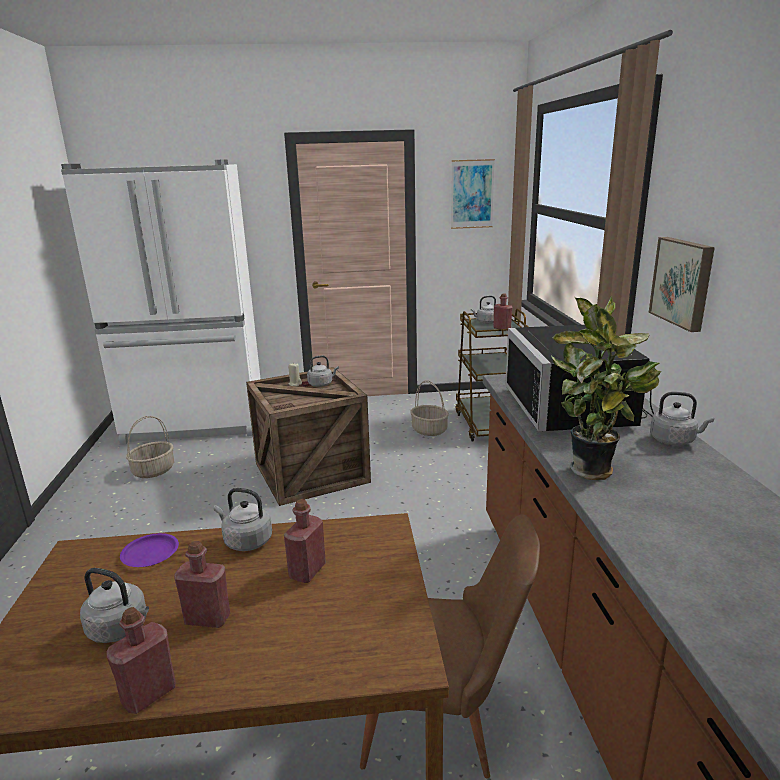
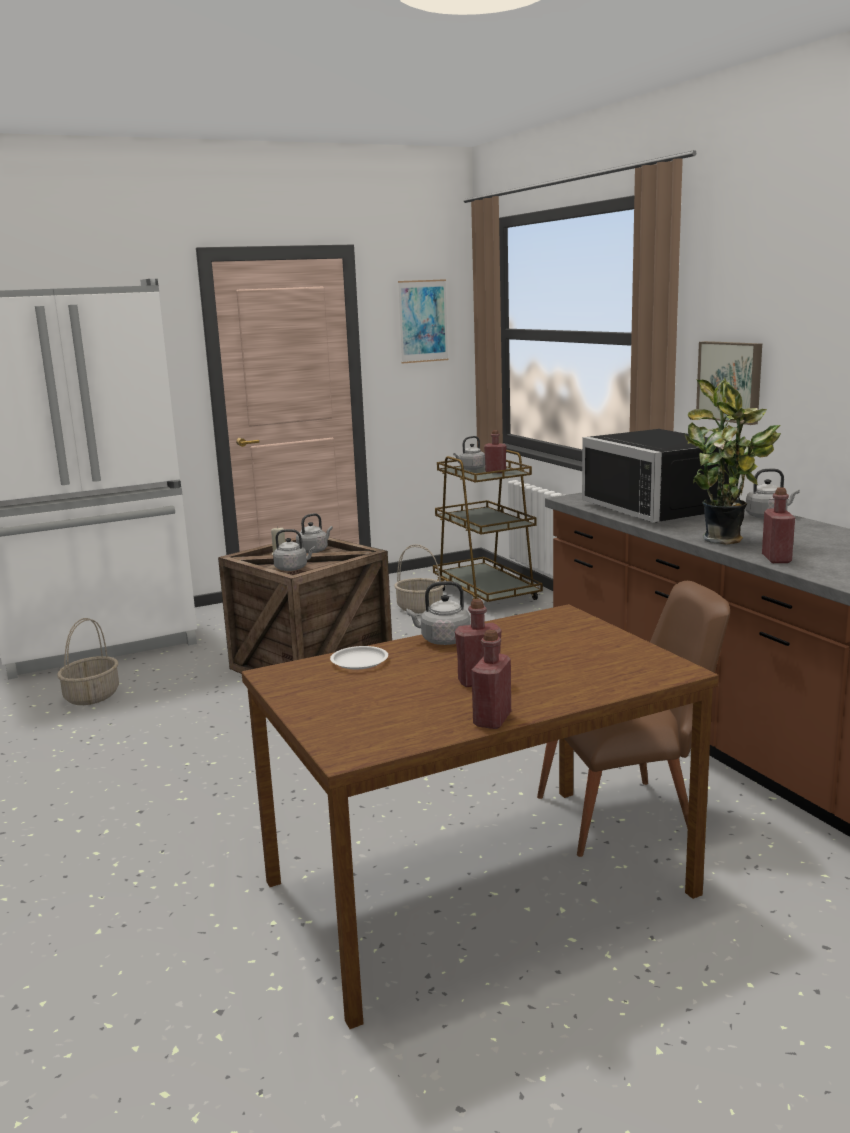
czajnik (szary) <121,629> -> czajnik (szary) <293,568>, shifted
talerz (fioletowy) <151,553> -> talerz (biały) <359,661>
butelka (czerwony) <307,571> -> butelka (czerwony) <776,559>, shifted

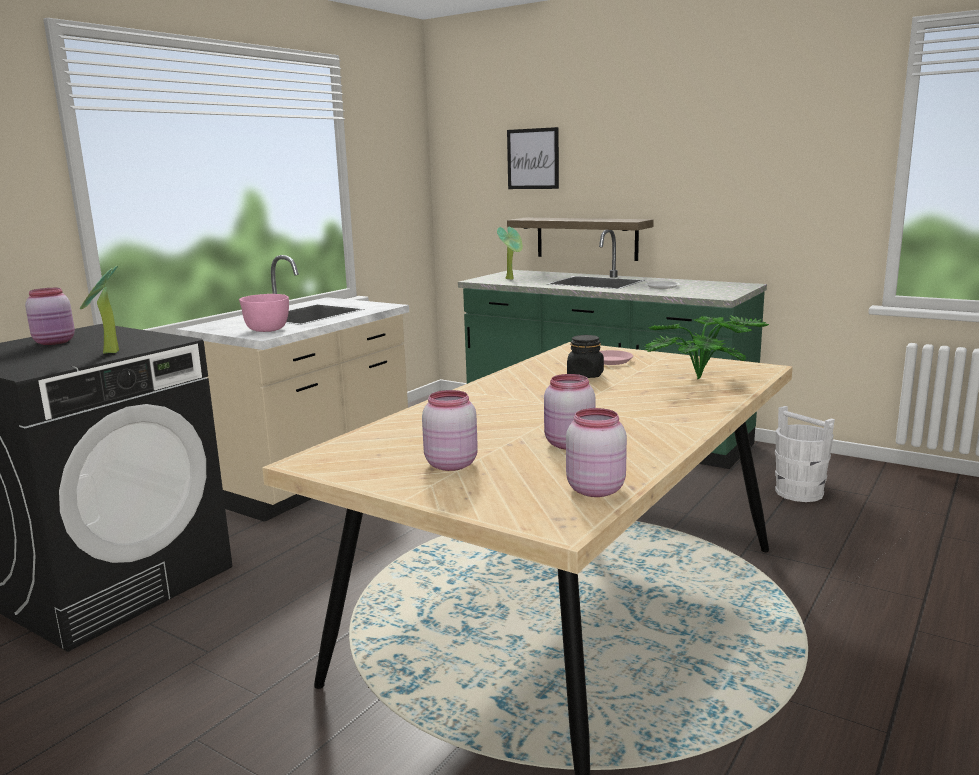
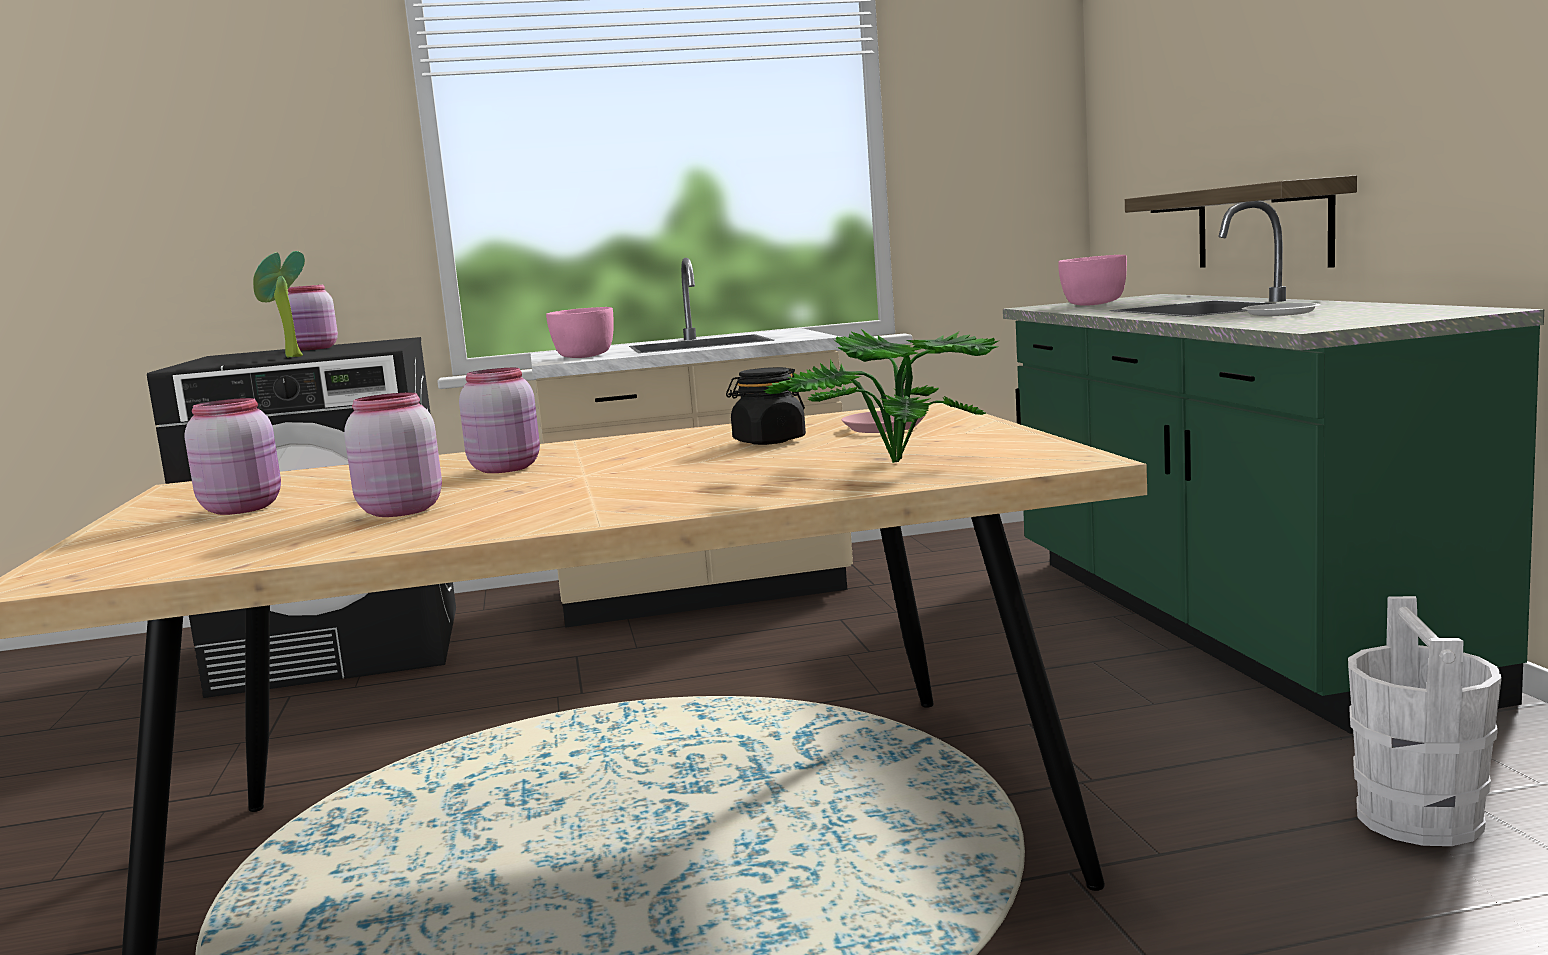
roślina doniczkowa <511,279> -> miska (różowy) <1092,304>
obraz <533,159> -> none
słoik (różowy) <594,489> -> słoik (różowy) <506,468>, shifted

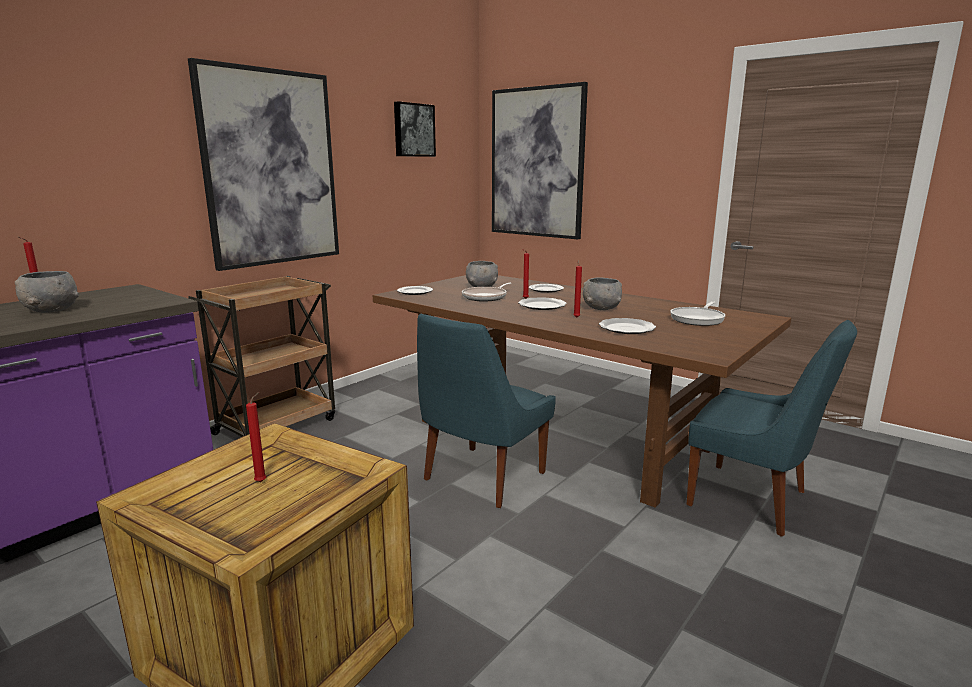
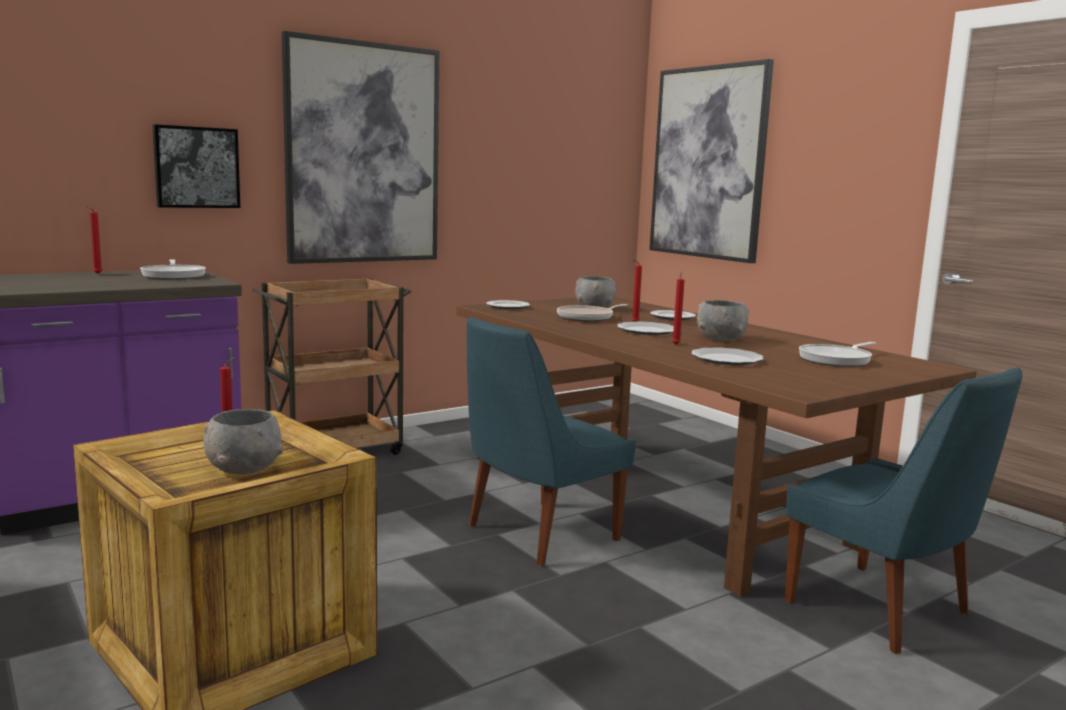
miska (szary) <50,310> -> miska (szary) <243,469>, shifted
obraz <413,130> -> obraz <196,167>, shifted
none -> patelnia <174,275>

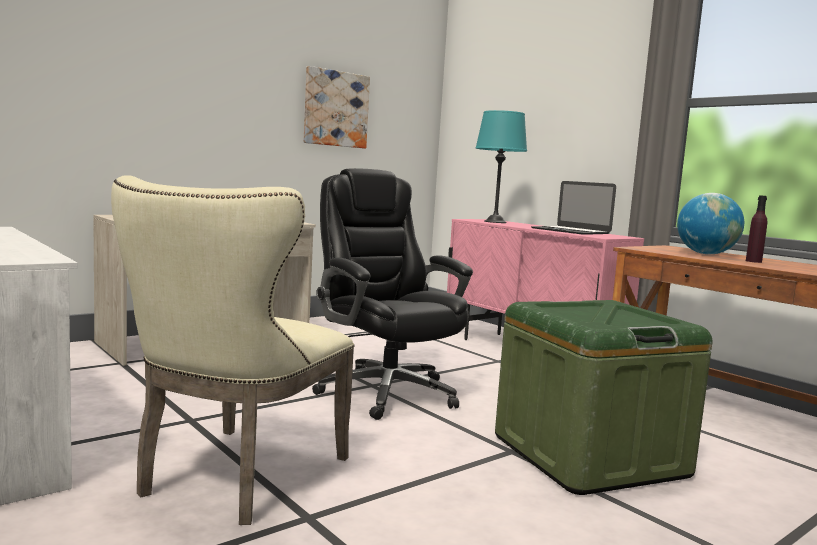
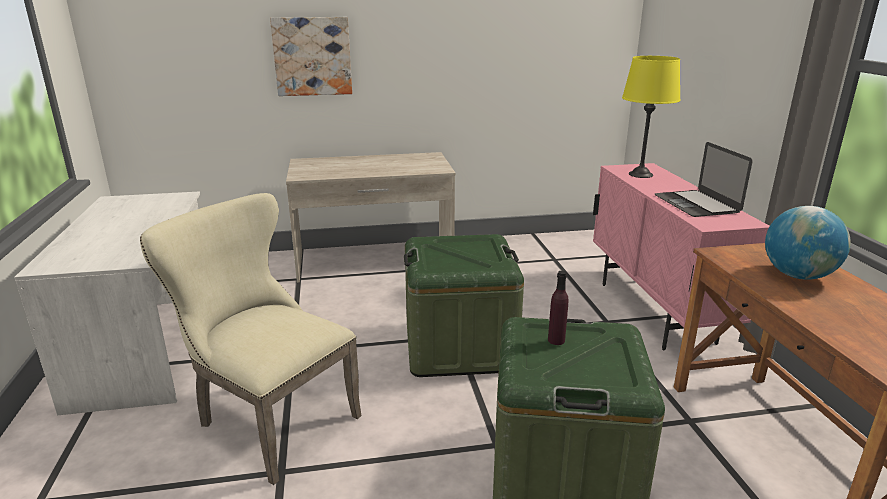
krzesło (beżowy) <235,479> -> krzesło (beżowy) <269,420>, 75 degrees clockwise
obraz <335,109> -> obraz <312,56>, shifted
krzesło biurowe (czarny) <386,392> -> pojemnik do przechowywania (zielony) <459,347>
lampa stołowa (turkusowy) <495,222> -> lampa stołowa (żółty) <640,174>
butelka (fioletowy) <753,261> -> butelka (fioletowy) <556,340>, shifted

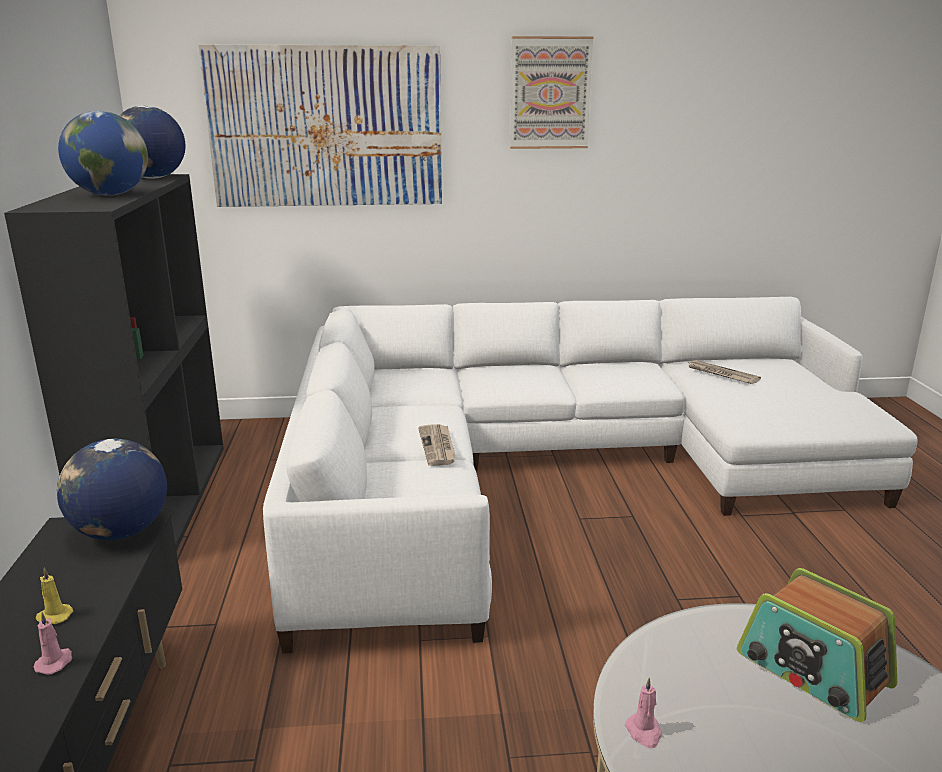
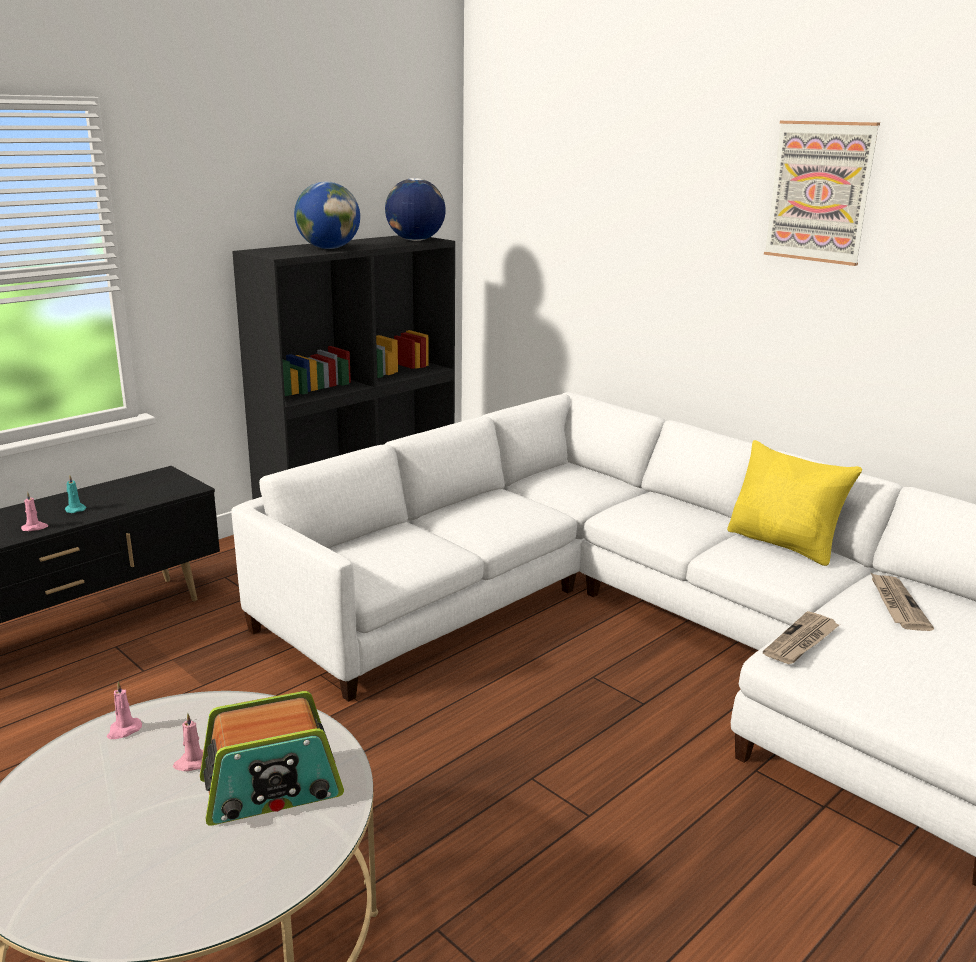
świeca (żółty) <53,616> -> świeca (turkusowy) <75,509>
globus <120,532> -> none
obraz <326,127> -> none
gazeta <438,447> -> gazeta <801,641>, shifted
radio <812,670> -> radio <272,789>, 120 degrees counterclockwise
none -> świeca (różowy) <192,763>
none -> poduszka (żółty) <784,544>

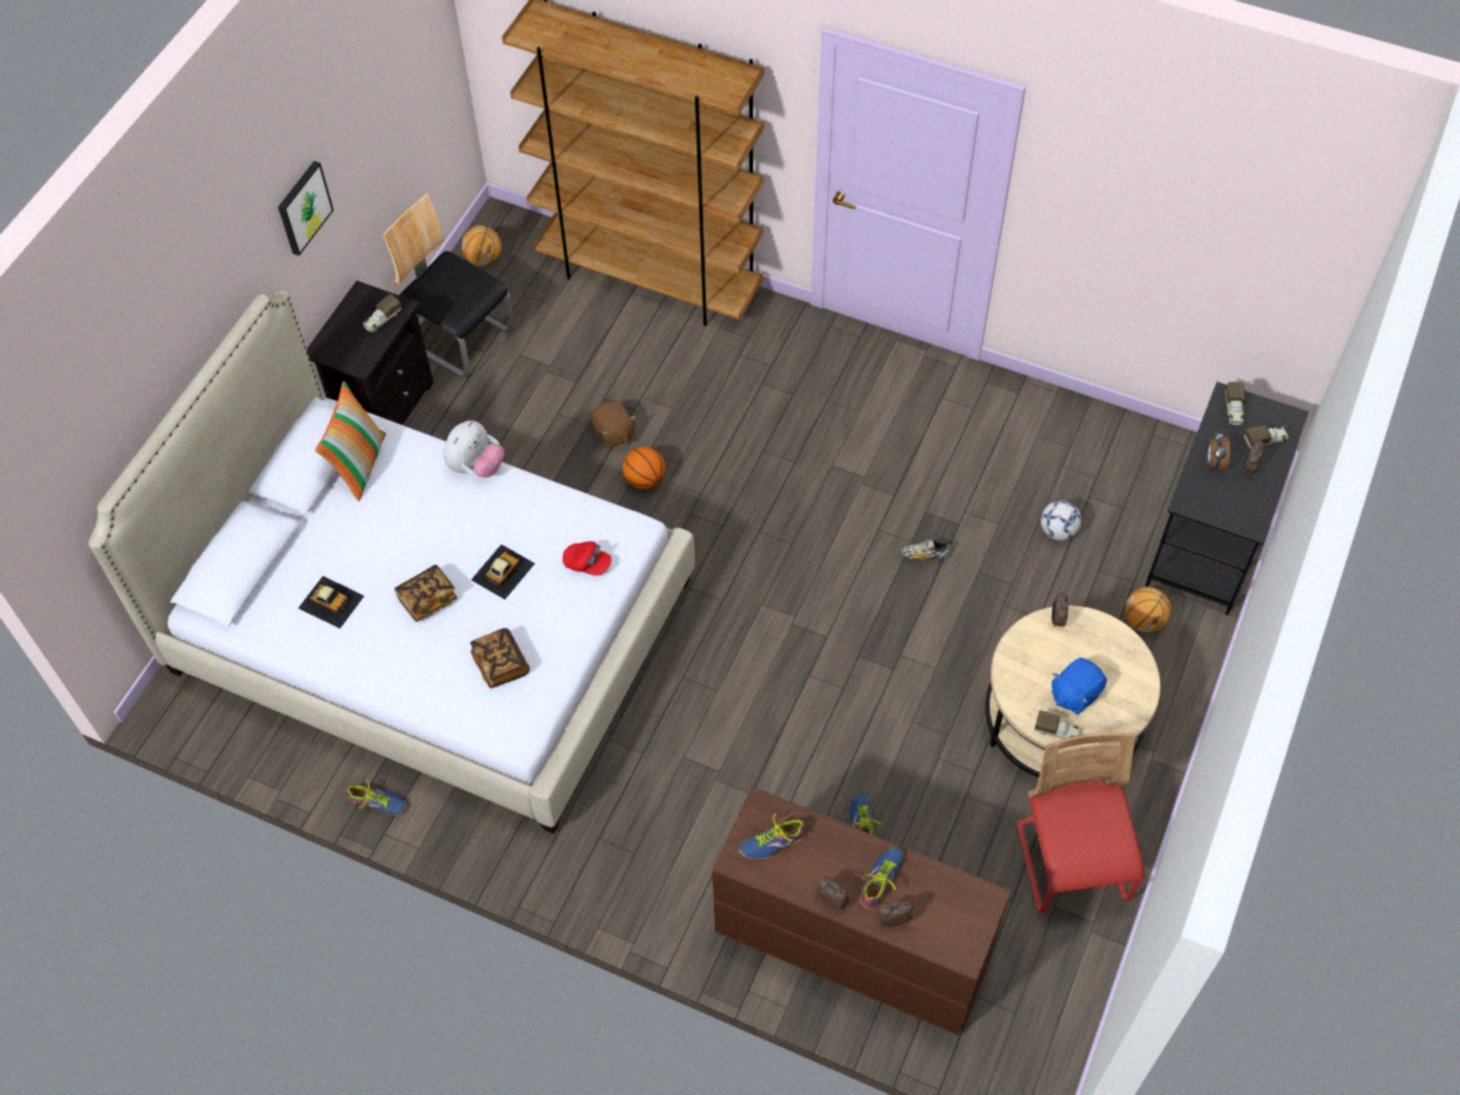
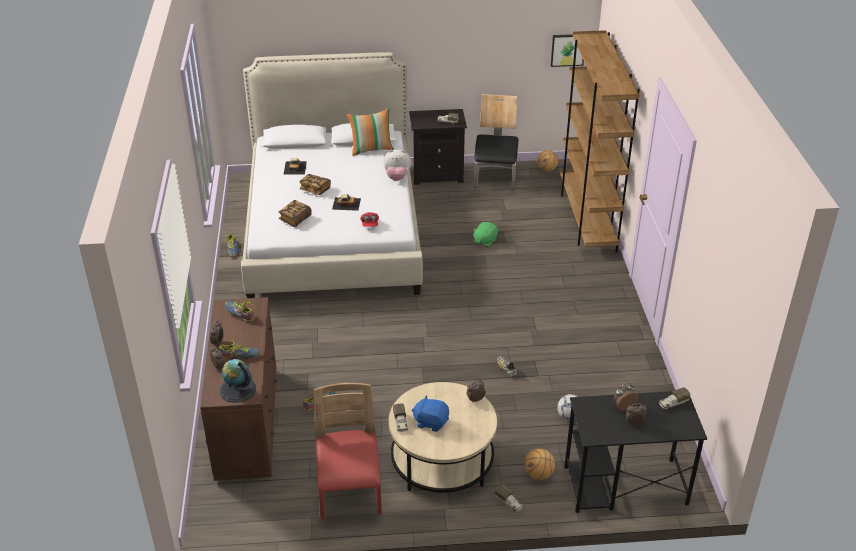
obraz <303,207> -> obraz <567,49>, shifted
pluszak (brązowy) <614,433> -> pluszak (zielony) <485,241>
piłka do koszykówki <645,480> -> none
krzesło (czerwony) <1071,863> -> krzesło (czerwony) <350,495>, 60 degrees counterclockwise
ciężarówka zabawkowa <1265,440> -> ciężarówka zabawkowa <509,503>, shifted
none -> globus <237,390>

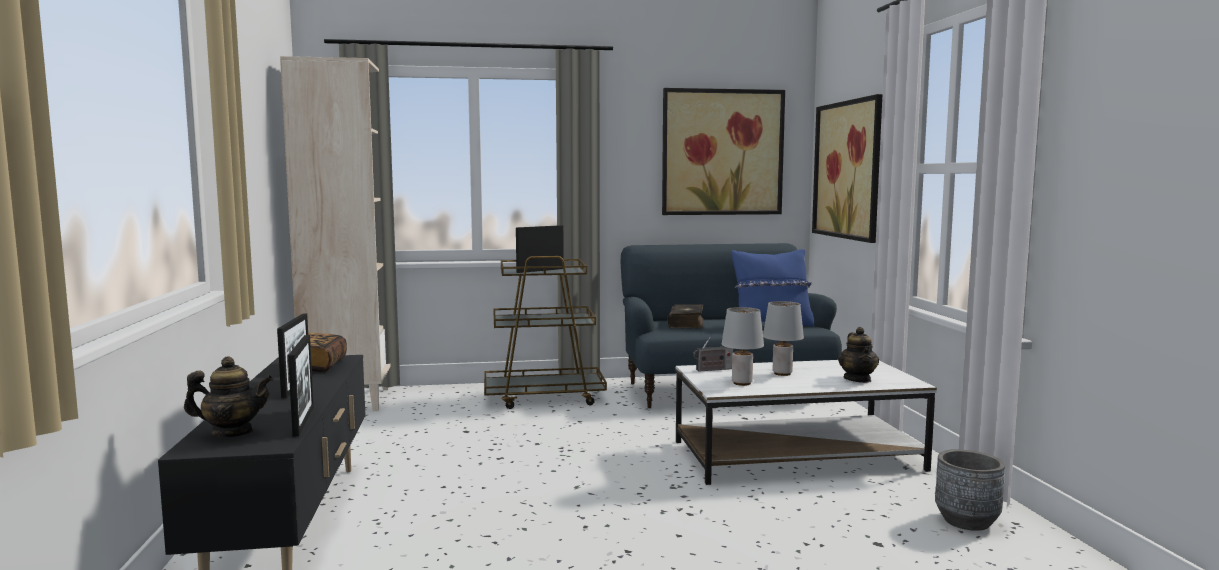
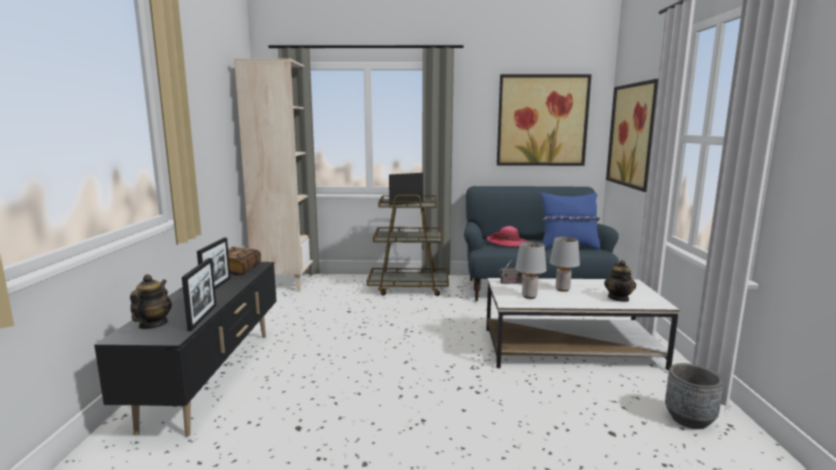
imbryk <232,433> -> imbryk <152,324>, 90 degrees counterclockwise
książka <686,323> -> kapelusz <507,243>

